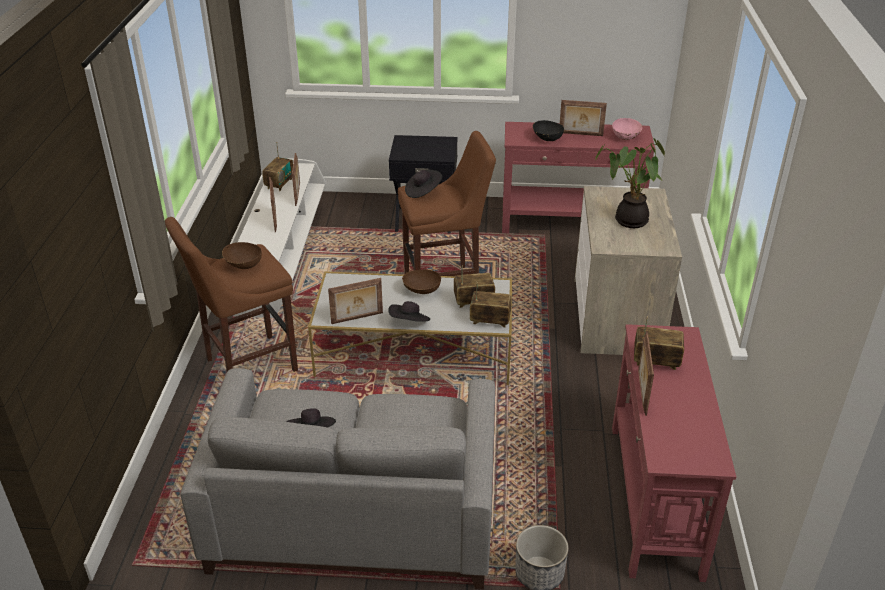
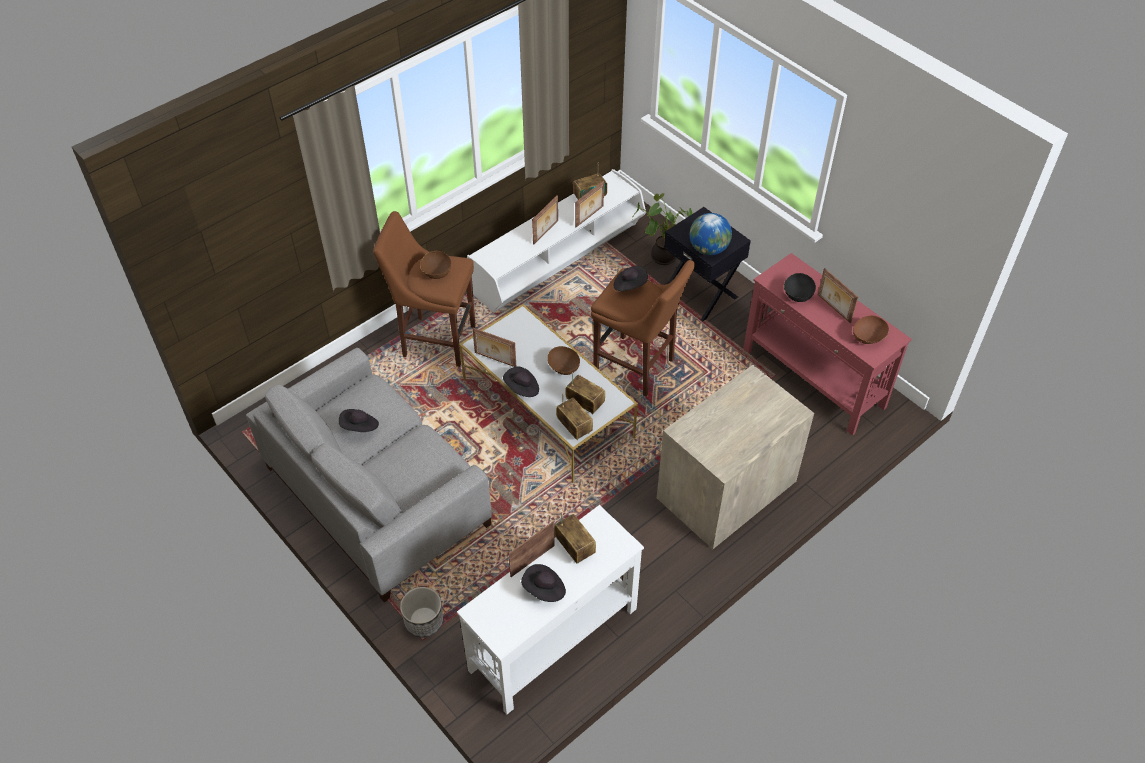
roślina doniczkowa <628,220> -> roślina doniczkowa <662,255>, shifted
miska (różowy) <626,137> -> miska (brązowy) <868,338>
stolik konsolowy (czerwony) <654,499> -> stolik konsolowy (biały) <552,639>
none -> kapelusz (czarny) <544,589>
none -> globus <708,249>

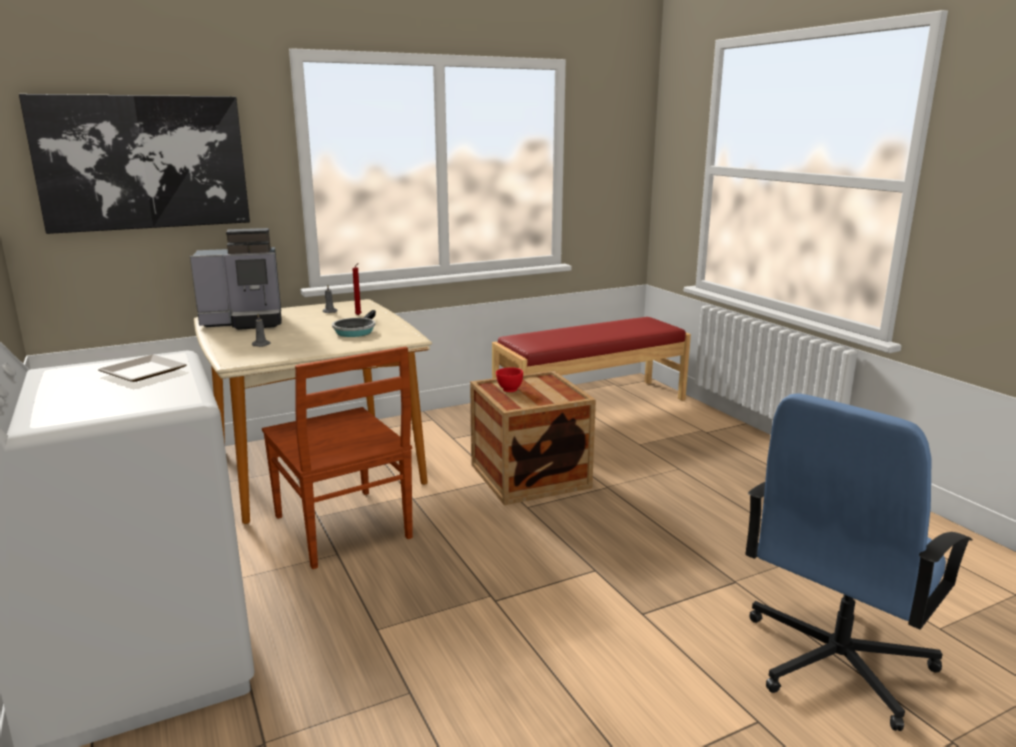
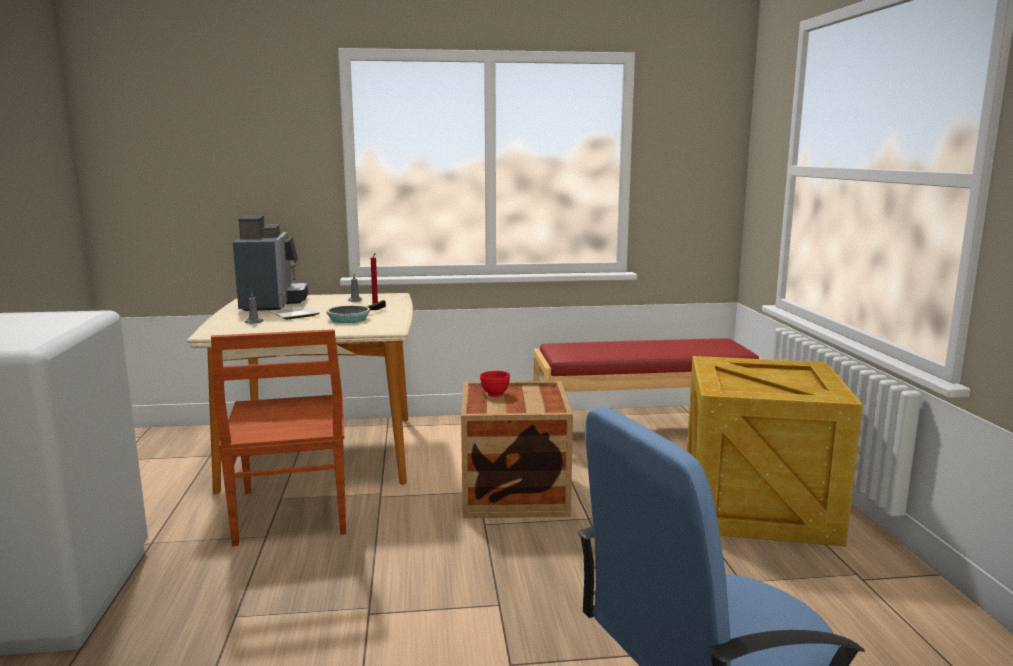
obraz <143,162> -> none
talerz <144,371> -> talerz <296,315>, shifted
ekspres do kawy <246,321> -> ekspres do kawy <272,303>, 105 degrees counterclockwise
none -> skrzynka <754,505>

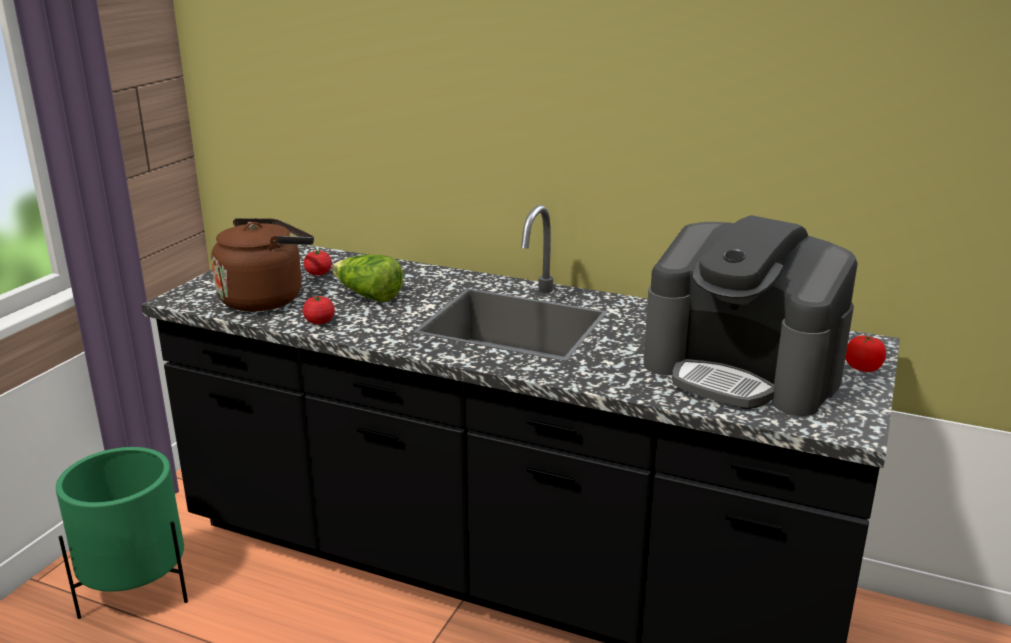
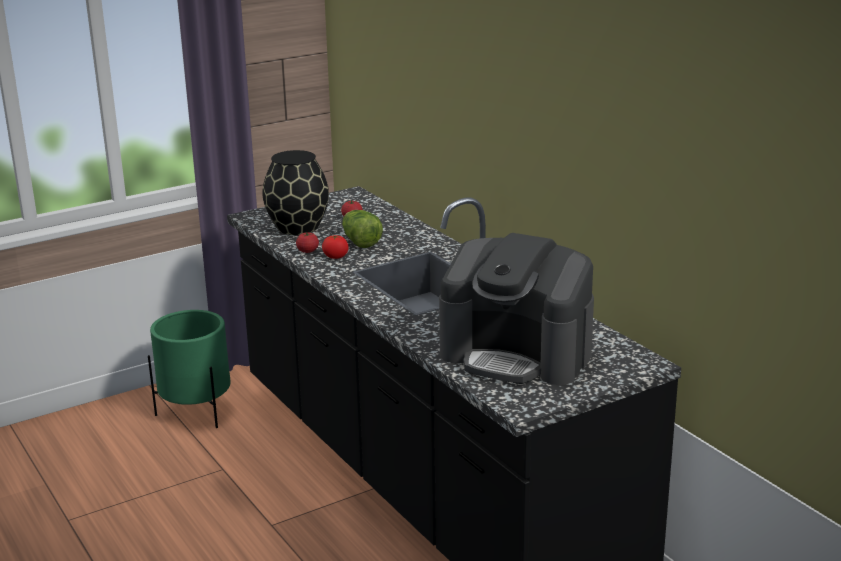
czajnik (brązowy) <266,298> -> wazon (czarny) <298,228>
ekspres do kawy <743,371> -> ekspres do kawy <517,354>, 45 degrees counterclockwise
pomidor <862,368> -> pomidor <335,257>, shifted

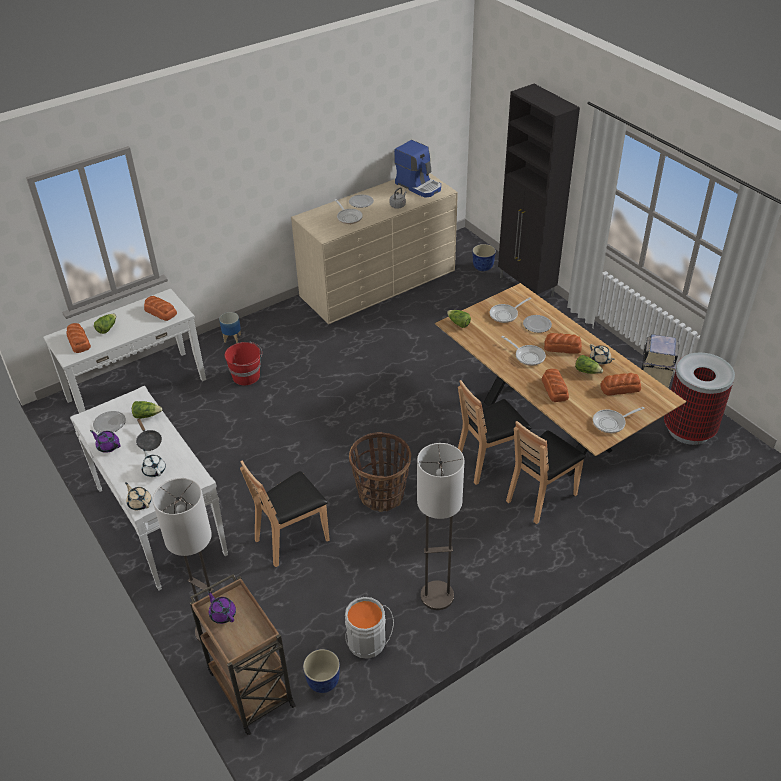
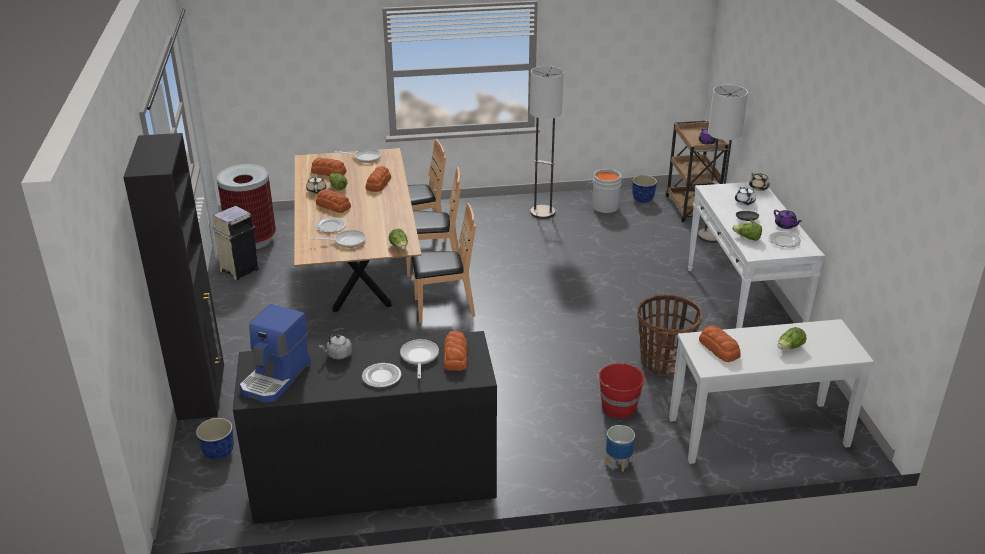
chleb <78,342> -> chleb <455,356>, shifted
krzesło (brązowy) <292,538> -> krzesło (brązowy) <443,308>, shifted
komoda (beżowy) <378,283> -> komoda (czarny) <374,479>
koszyk <381,495> -> koszyk <663,362>, shifted
ekspres do kawy <419,186> -> ekspres do kawy <276,378>, 135 degrees counterclockwise
patelnia <527,356> -> none

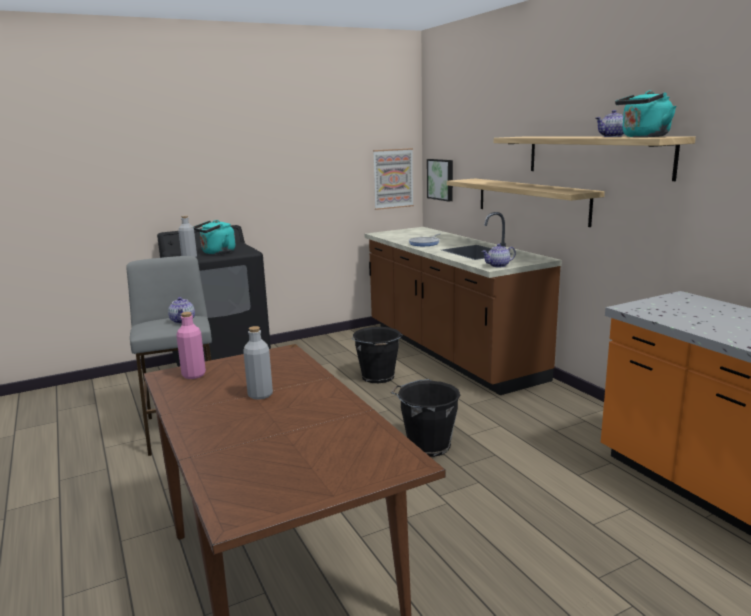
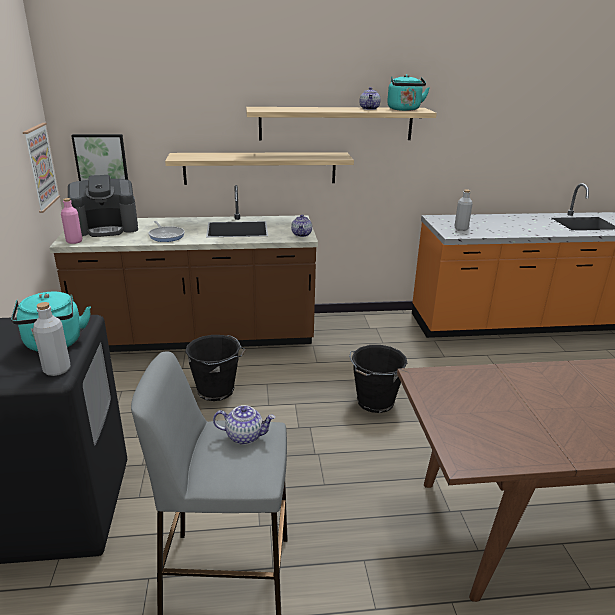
butelka (różowy) <194,375> -> butelka (różowy) <74,241>, shifted
butelka (szary) <260,395> -> butelka (szary) <461,228>, shifted
none -> ekspres do kawy <106,228>

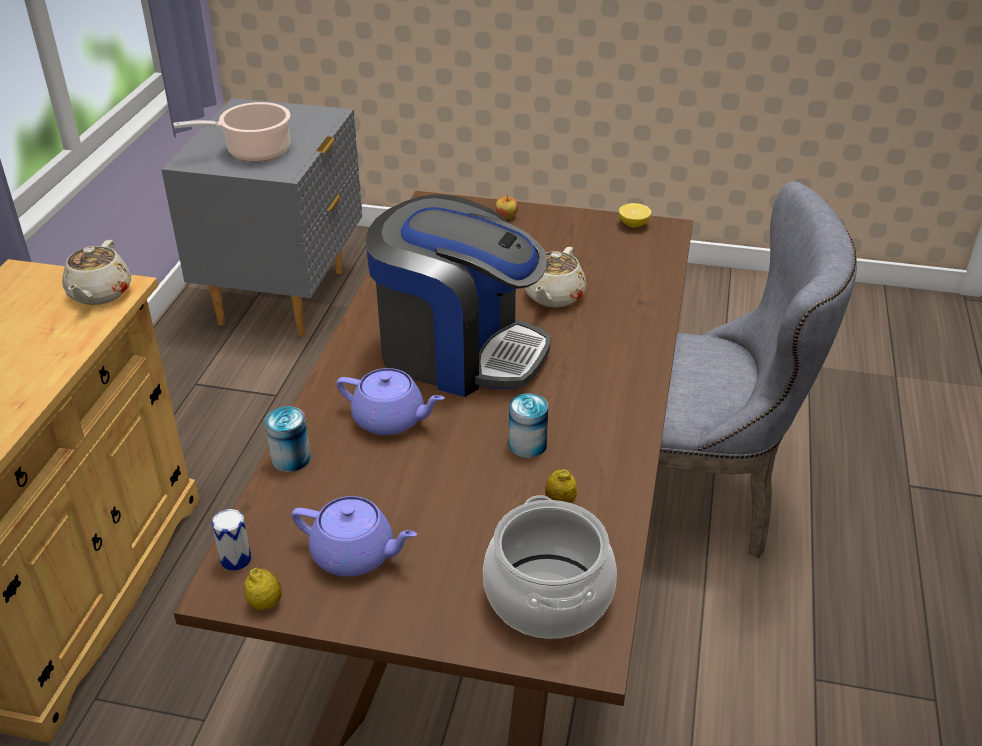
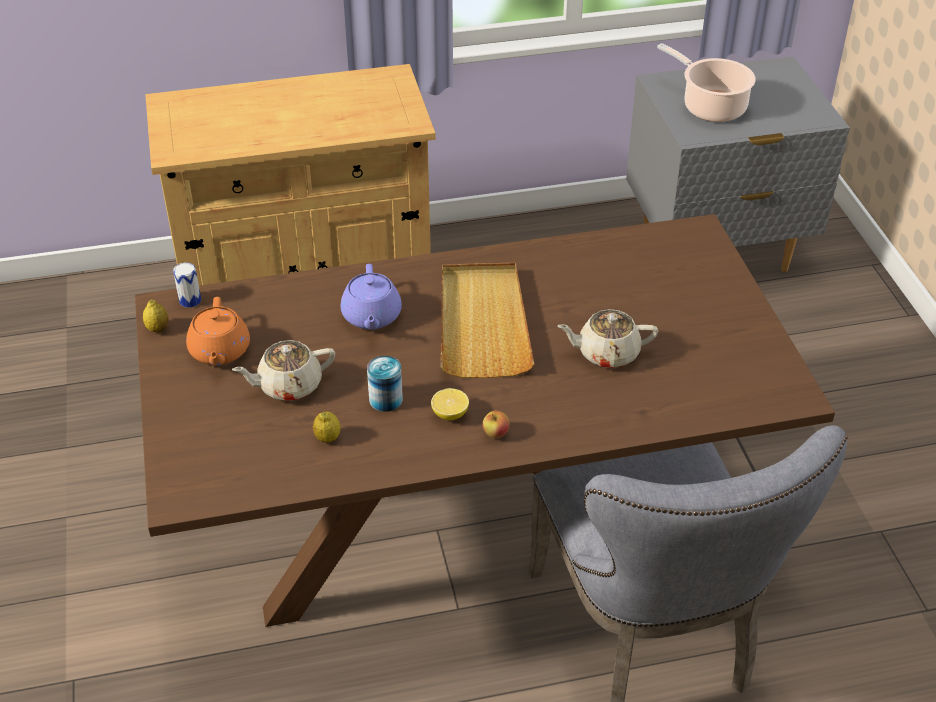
imbryk (beżowy) <99,294> -> imbryk (beżowy) <288,385>, shifted
puszka <291,458> -> none
imbryk (fioletowy) <355,555> -> imbryk (pomarańczowy) <219,351>
ekspres do kawy <458,351> -> taca (beżowy) <483,323>
garnek <547,596> -> none
jabłko <506,216> -> jabłko <495,433>, shifted
cytryna <633,224> -> cytryna <450,414>, shifted

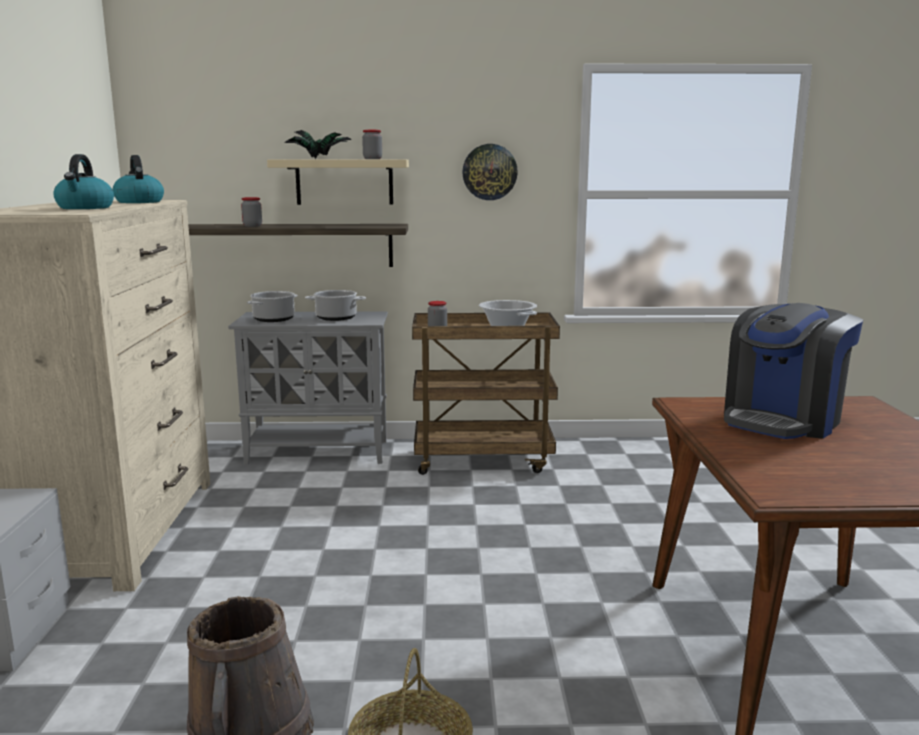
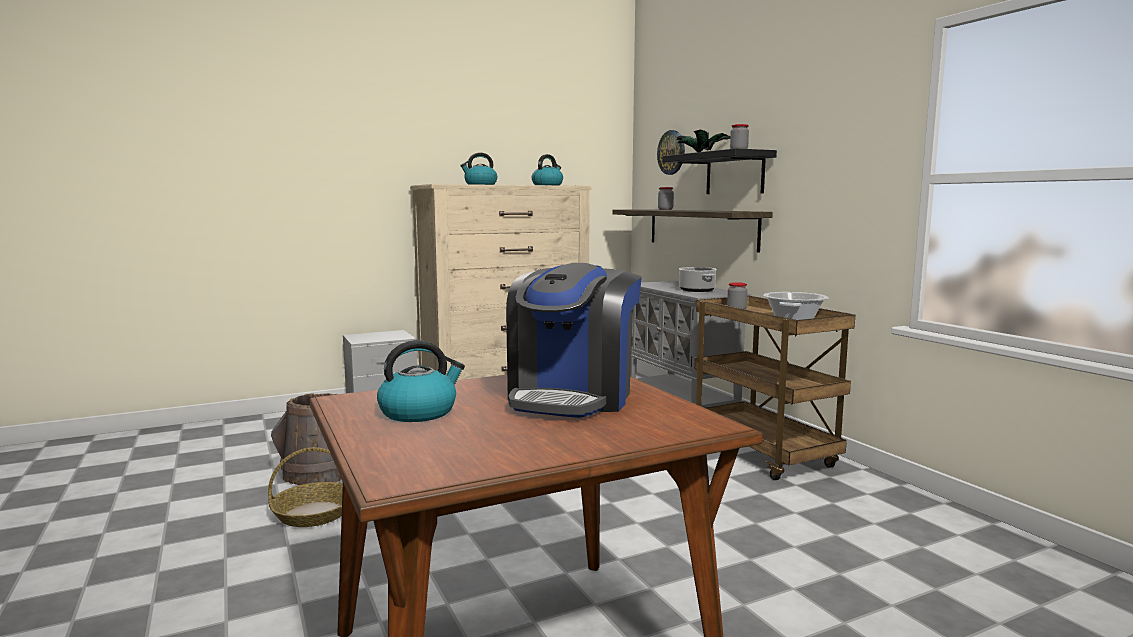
garnek <274,319> -> none
półka (beżowy) <344,182> -> półka (czarny) <734,173>
zegar ścienny <489,172> -> zegar ścienny <671,152>, shifted
ekspres do kawy <783,420> -> ekspres do kawy <572,397>, 90 degrees counterclockwise
none -> czajnik <419,412>

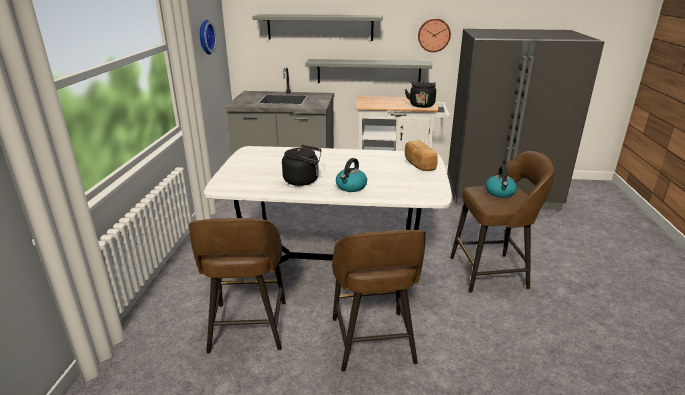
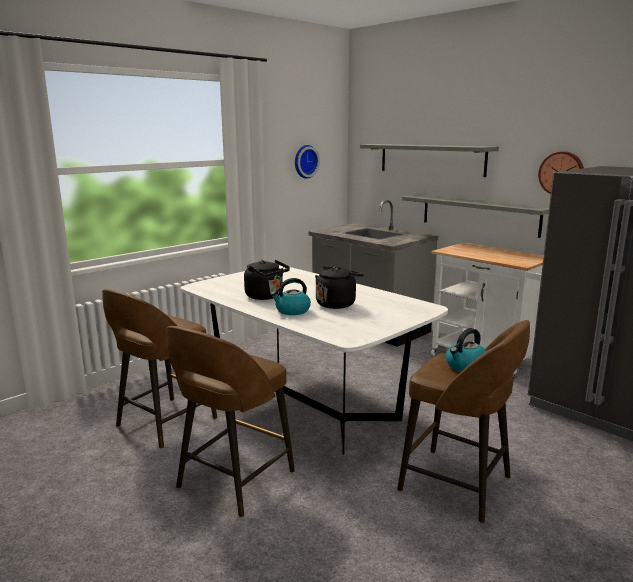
czajnik (czarny) <421,105> -> czajnik (czarny) <337,304>, shifted
chleb <418,164> -> none

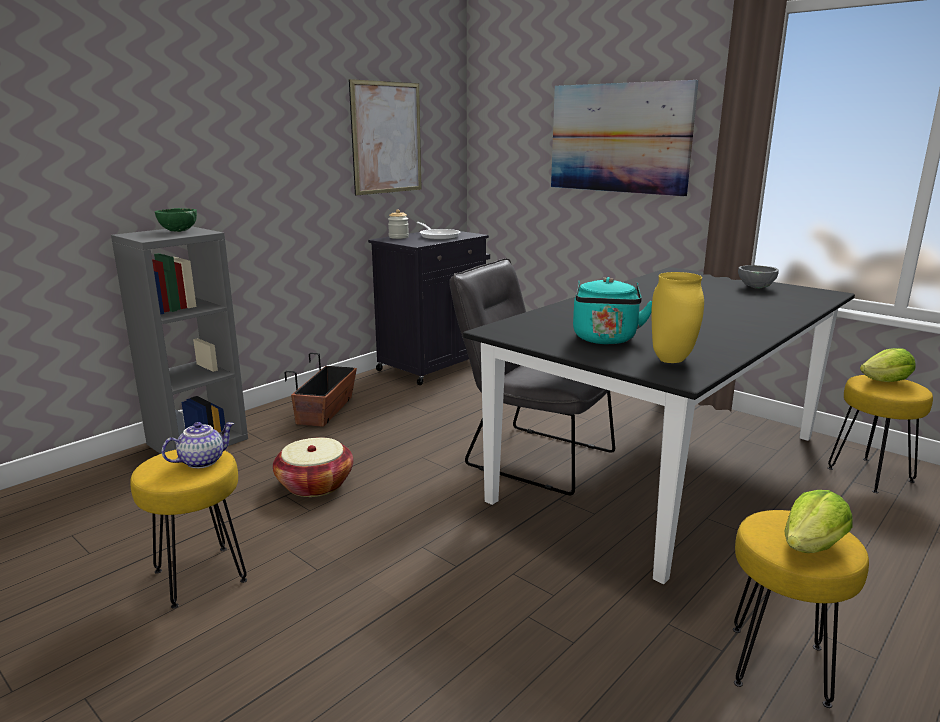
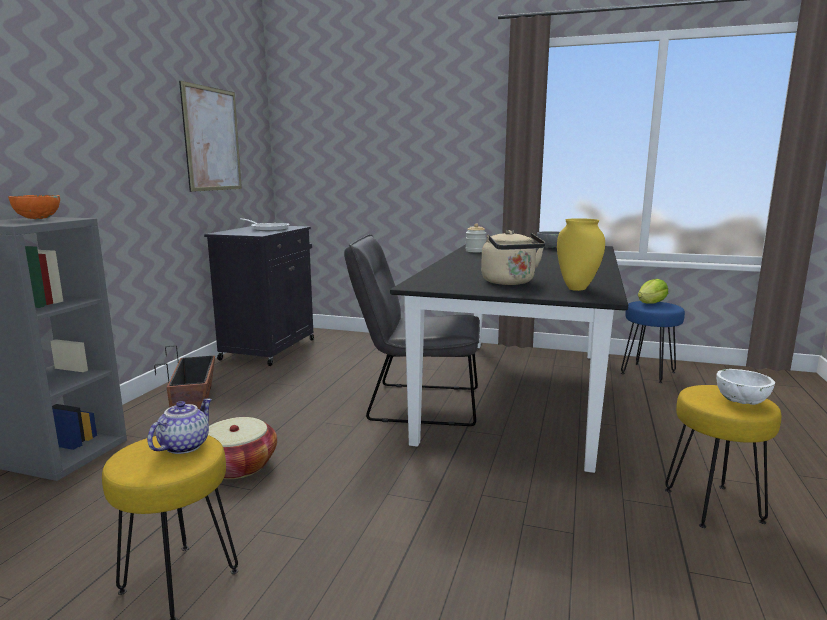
miska (zielony) <178,231> -> miska (pomarańczowy) <37,219>
słoik <398,237> -> słoik <475,251>, shifted
obraz <619,138> -> none
czajnik (turkusowy) <605,340> -> czajnik (beżowy) <510,282>
sałata <812,546> -> miska (biały) <741,402>
stołek (żółty) <869,474> -> stołek (niebieski) <647,373>

